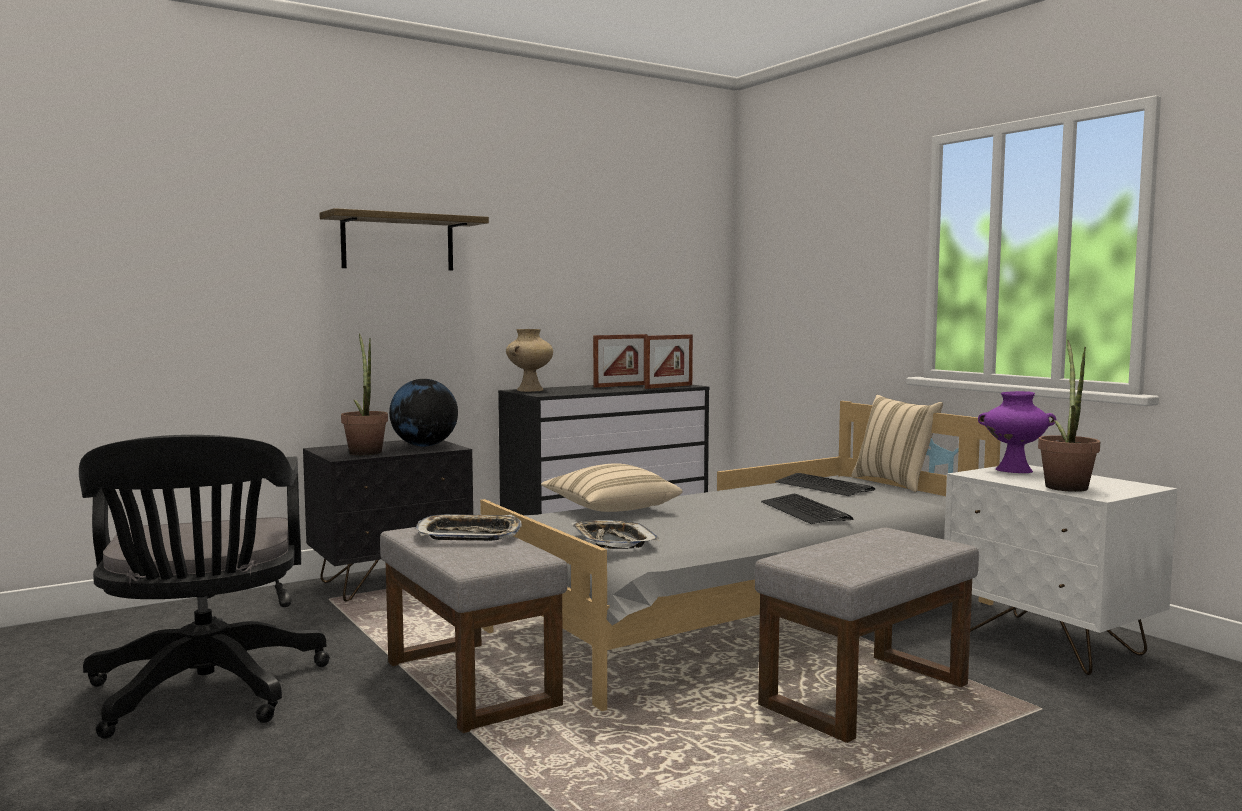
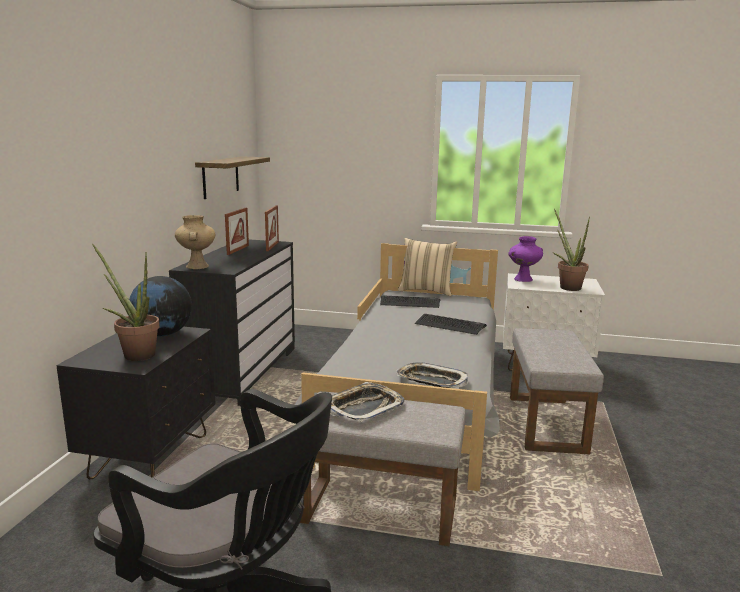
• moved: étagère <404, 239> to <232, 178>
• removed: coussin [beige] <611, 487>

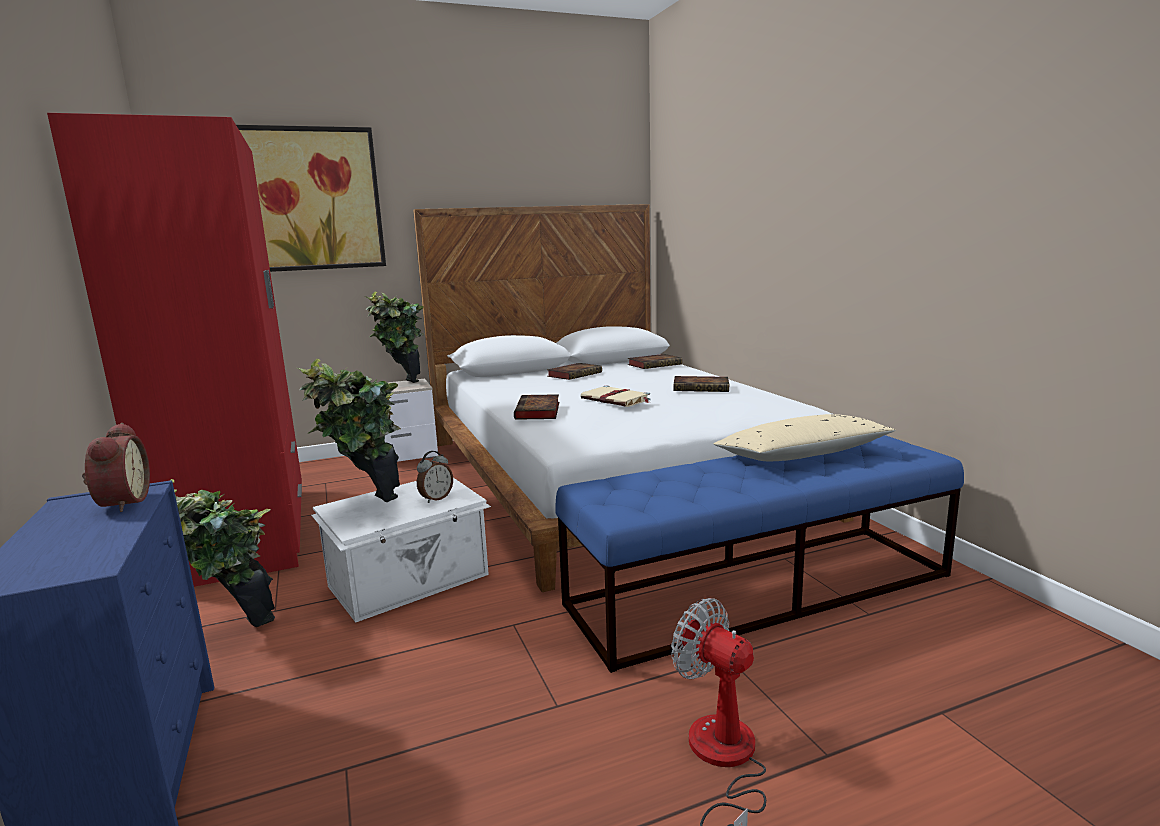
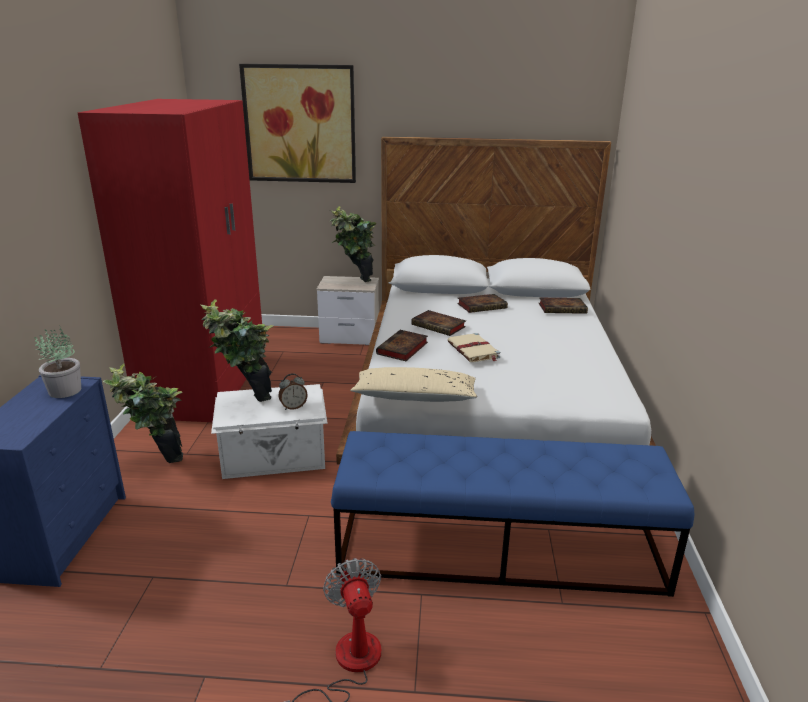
• replaced: réveil <116, 467> to plante en pot <57, 361>
• moved: livre <701, 384> to <438, 323>
• moved: coussin [beige] <805, 437> to <413, 384>

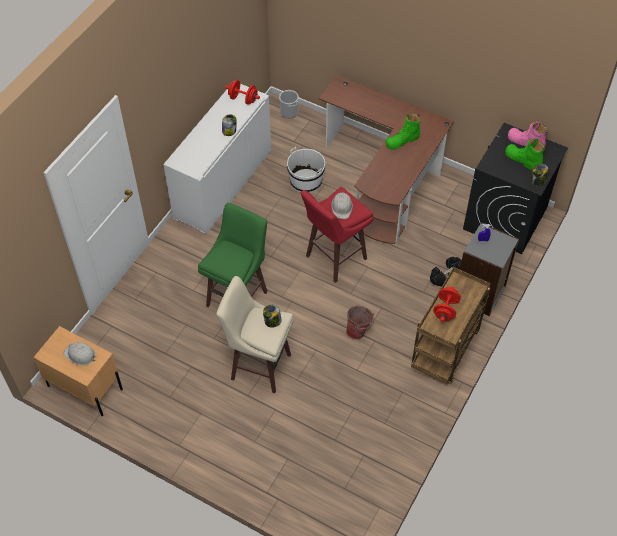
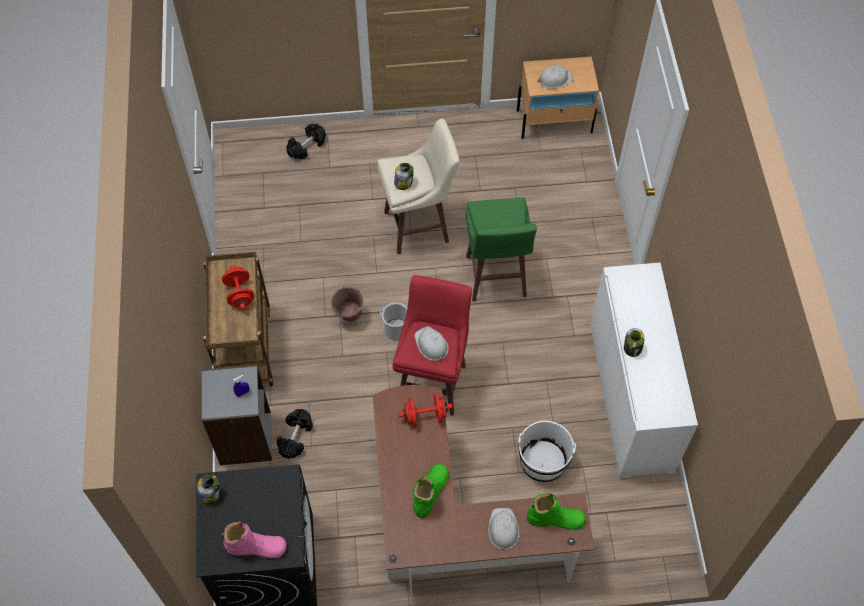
• moved: haltère [rouge] <243, 92> to <425, 410>
• moved: seau <289, 104> to <393, 322>
• moved: botte [vert] <525, 154> to <556, 511>
• added: haltère [noir] <306, 142>
• added: casque de chantier [blanc] <503, 529>

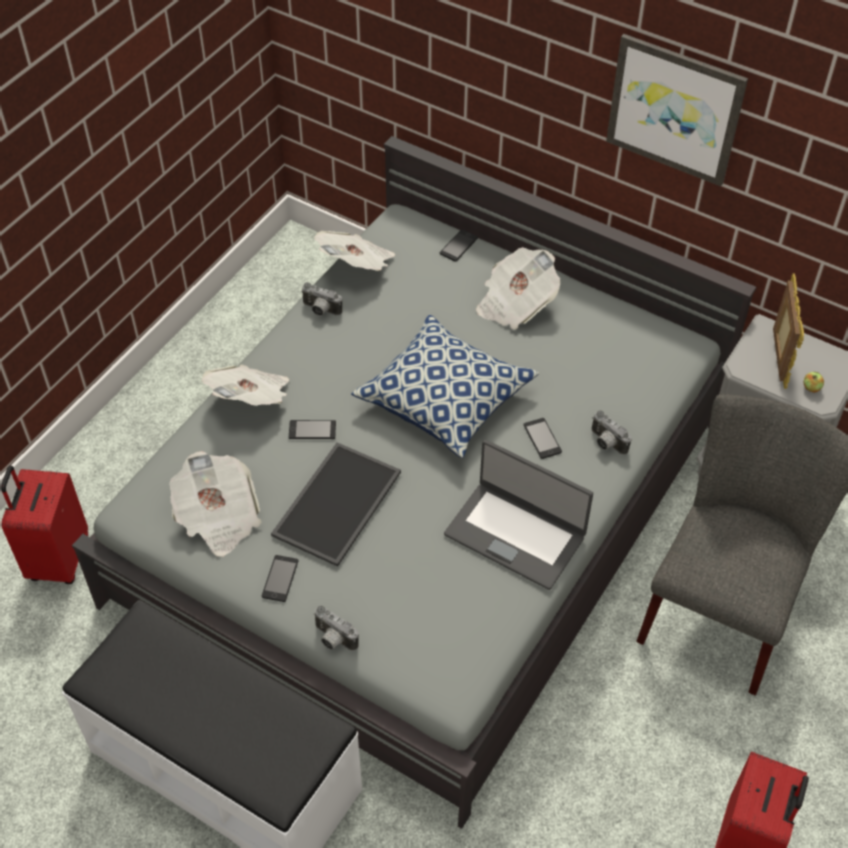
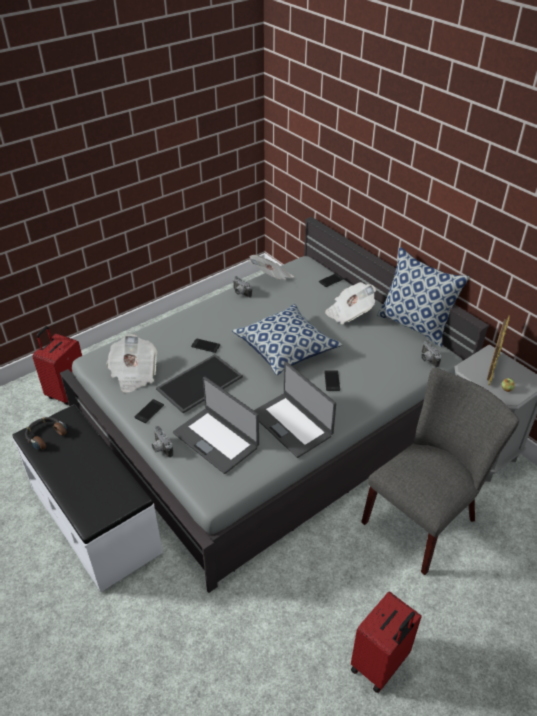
• removed: journal <245, 385>
• moved: appareil photo <611, 432> to <431, 354>
• removed: tableau <677, 110>
• added: casque audio <46, 433>
• added: ordinateur portable <216, 425>
• added: coussin <423, 297>

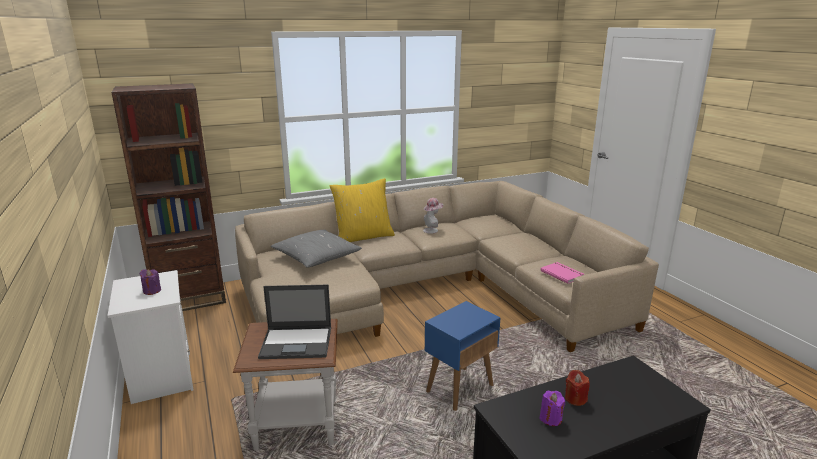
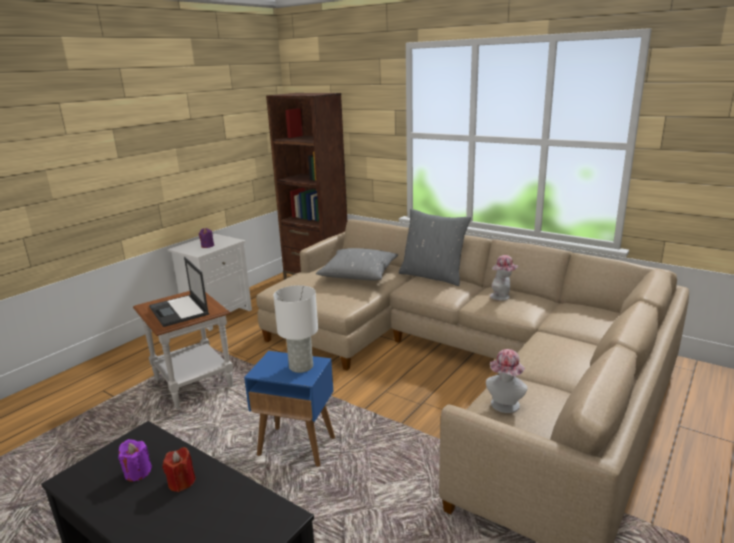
• recoloured: coussin [jaune] <362, 210> to coussin [gris] <435, 247>
• replaced: livre [rose] <562, 273> to chapeau <507, 381>
• added: lampe de table [blanc] <295, 329>

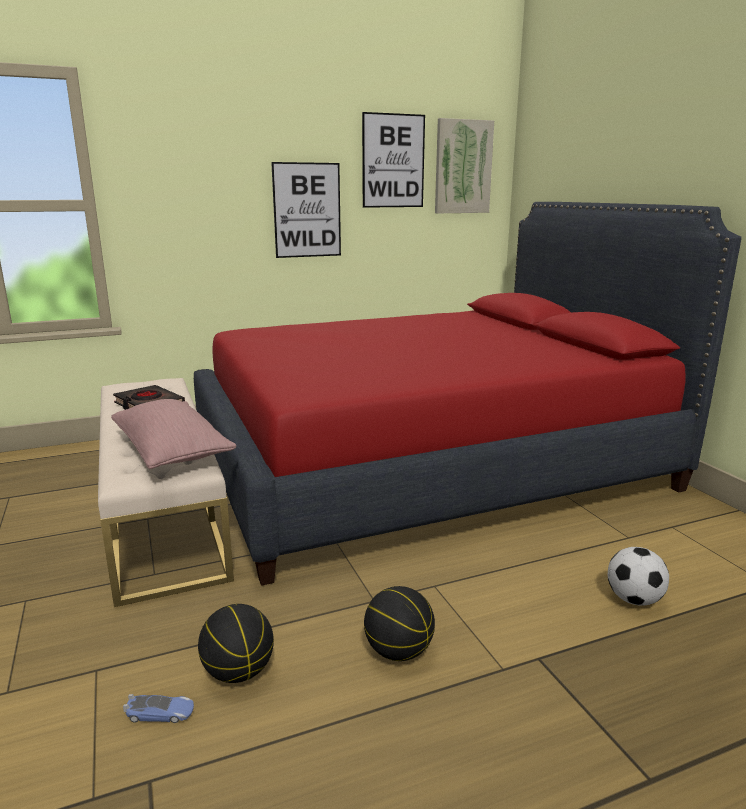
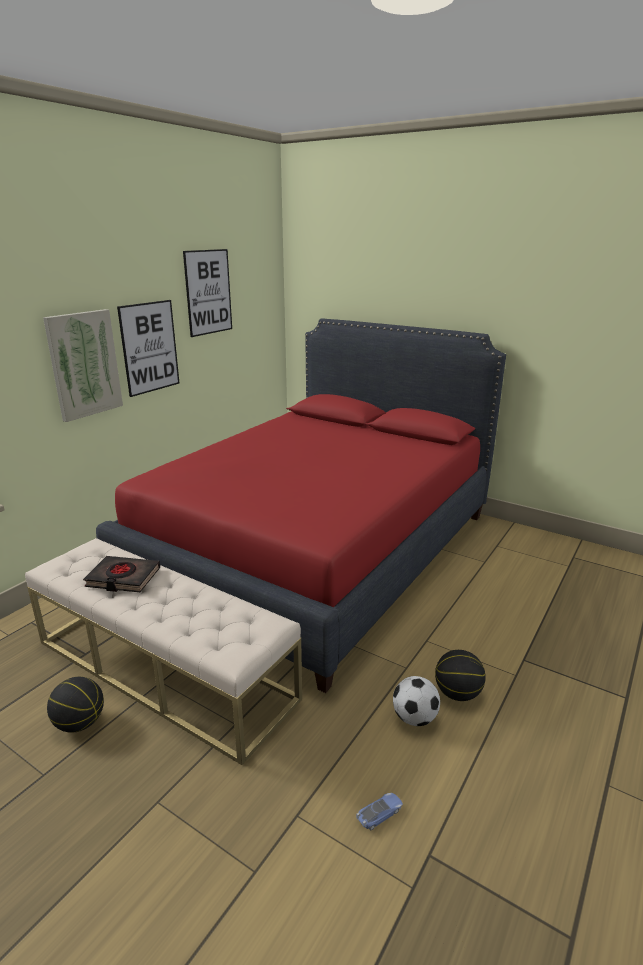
• removed: coussin [rose] <173, 434>
• moved: ballon de basket <236, 643> to <75, 704>
• moved: tableau <464, 165> to <83, 365>
• moved: ballon de foot <638, 576> to <416, 701>

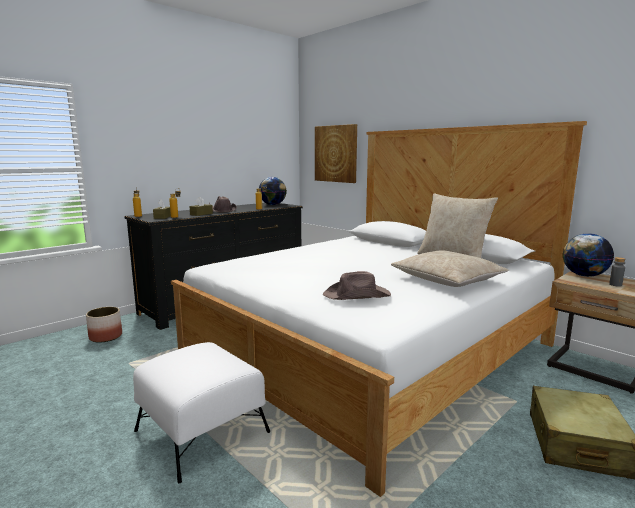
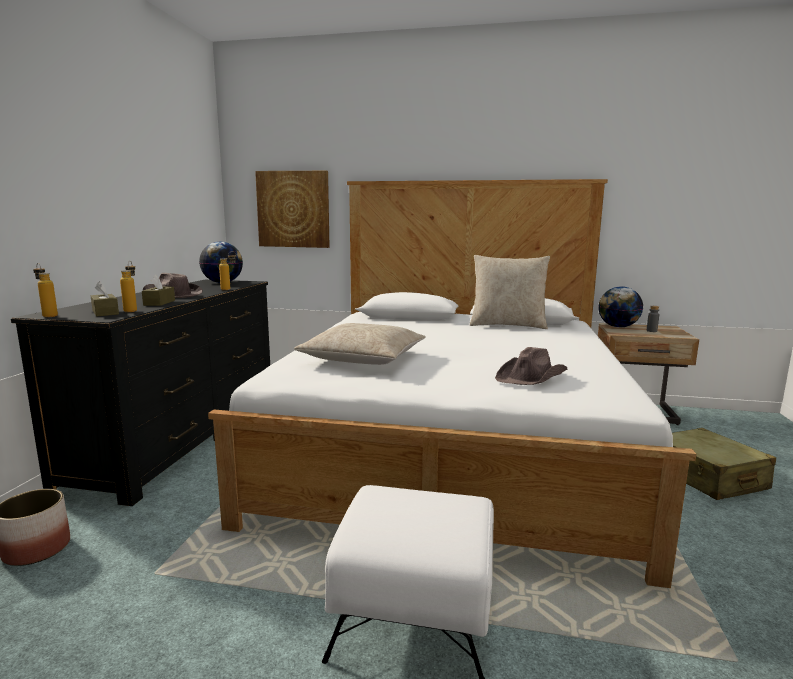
• moved: coussin [beige] <450, 268> to <360, 344>

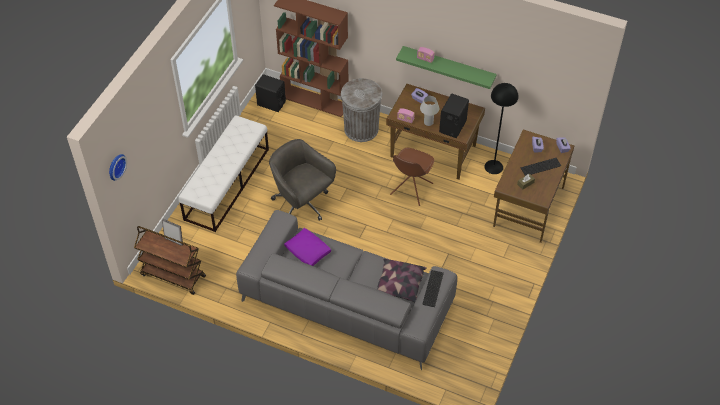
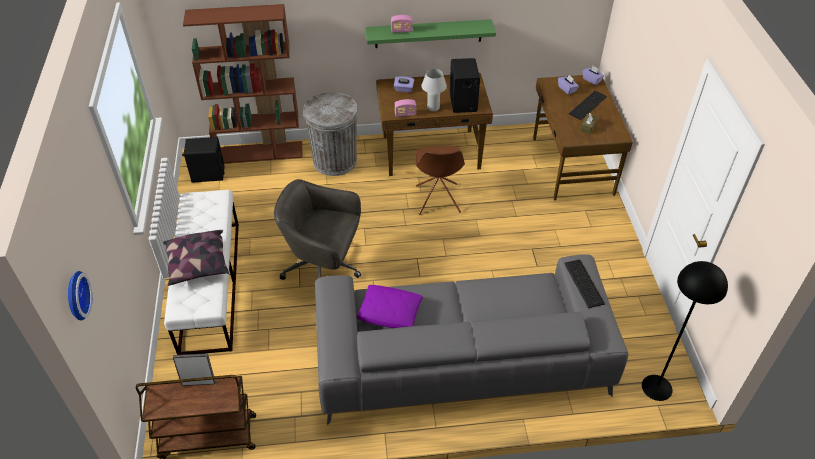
• moved: coussin <402, 280> to <196, 258>
• moved: lampadaire [noir] <501, 128> to <685, 331>

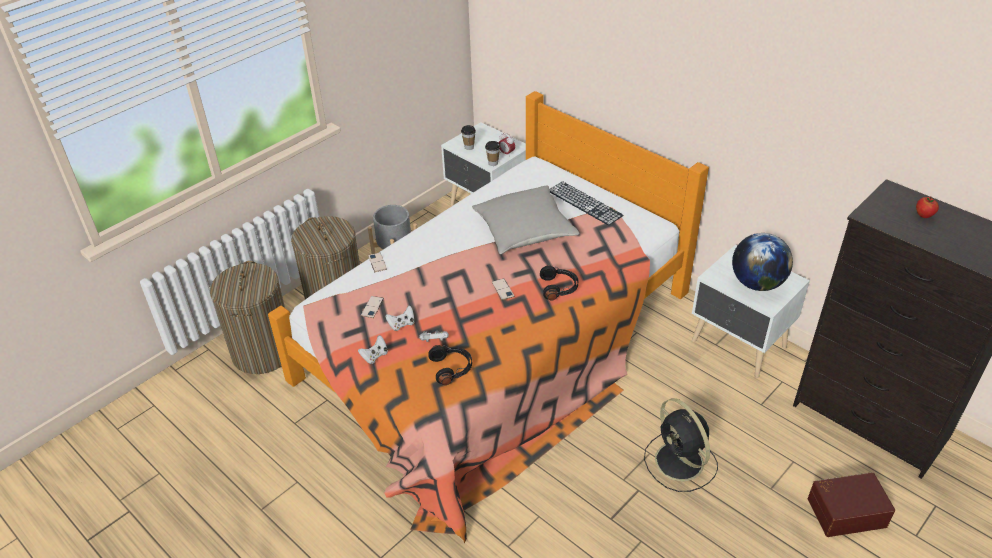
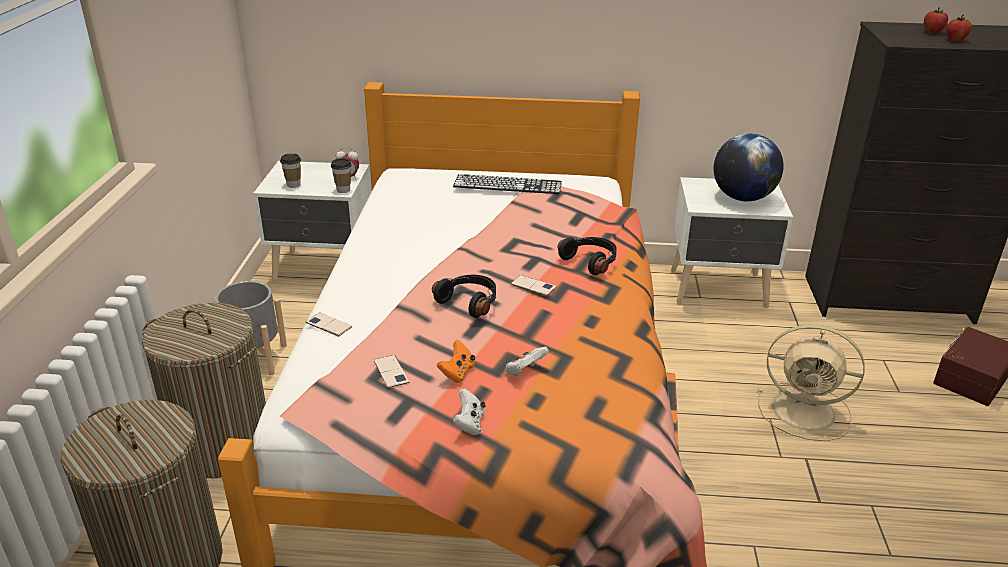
• recoloured: manette [blanc] <399, 318> to manette [orange] <456, 361>
• moved: casque audio [noir] <450, 365> to <464, 296>
• removed: coussin [gris] <526, 220>
• recoloured: ventilateur [noir] <681, 445> to ventilateur [beige] <811, 382>
• added: pomme <959, 28>

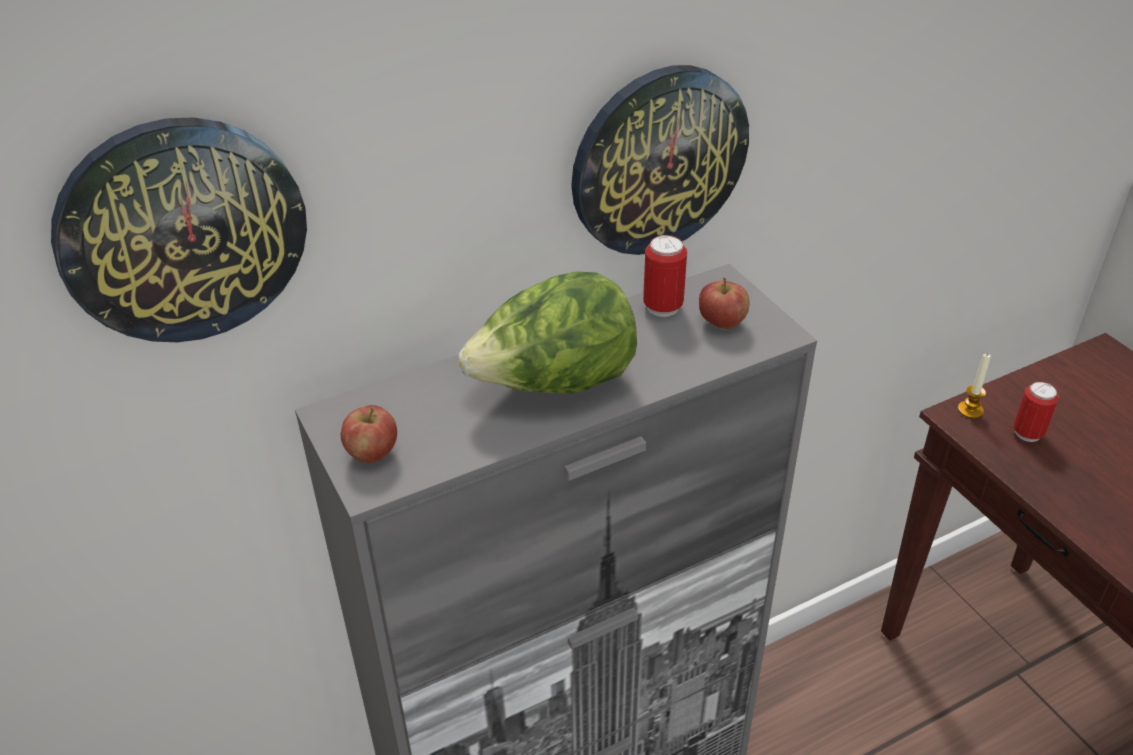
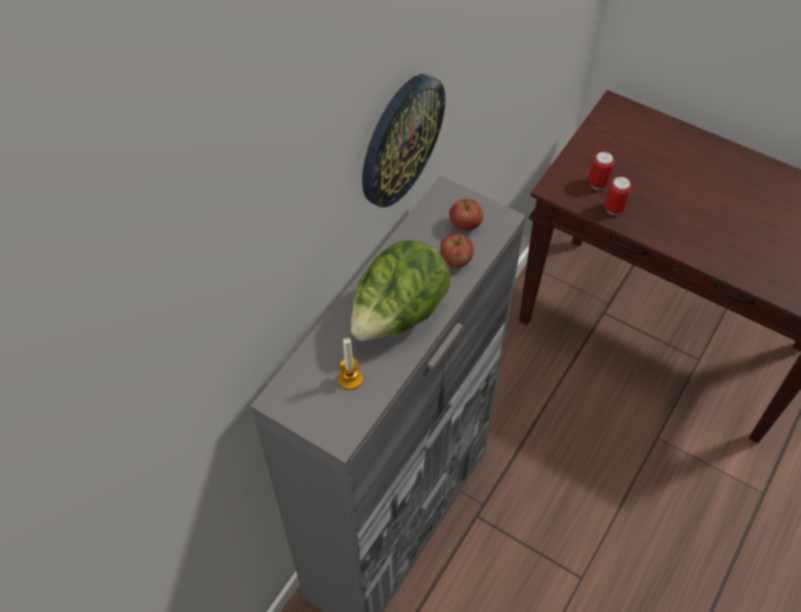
• removed: horloge murale <179, 229>
• moved: pomme <368, 434> to <457, 250>
• moved: boîte métallique <665, 276> to <618, 195>
• moved: bougie <974, 386> to <350, 364>

